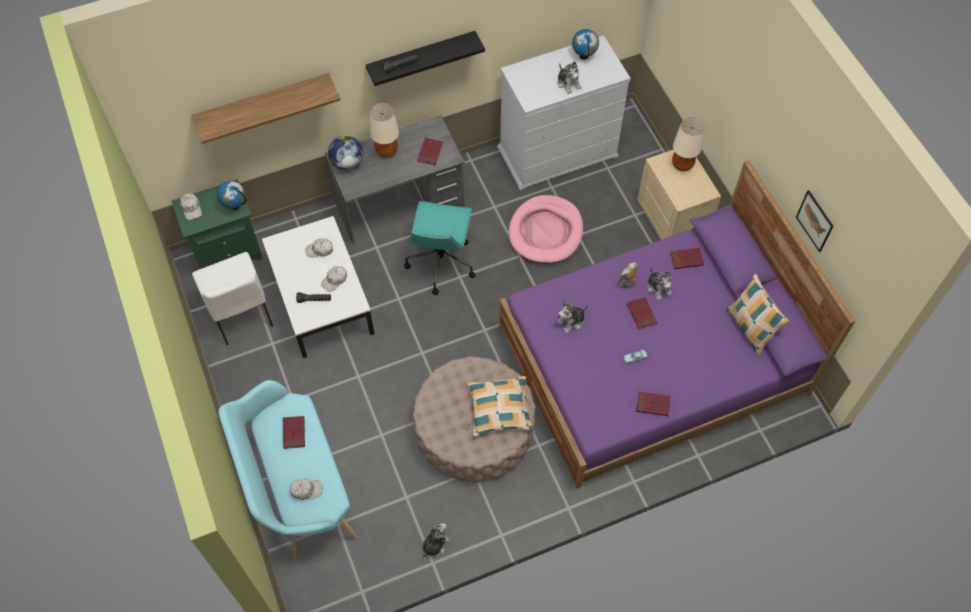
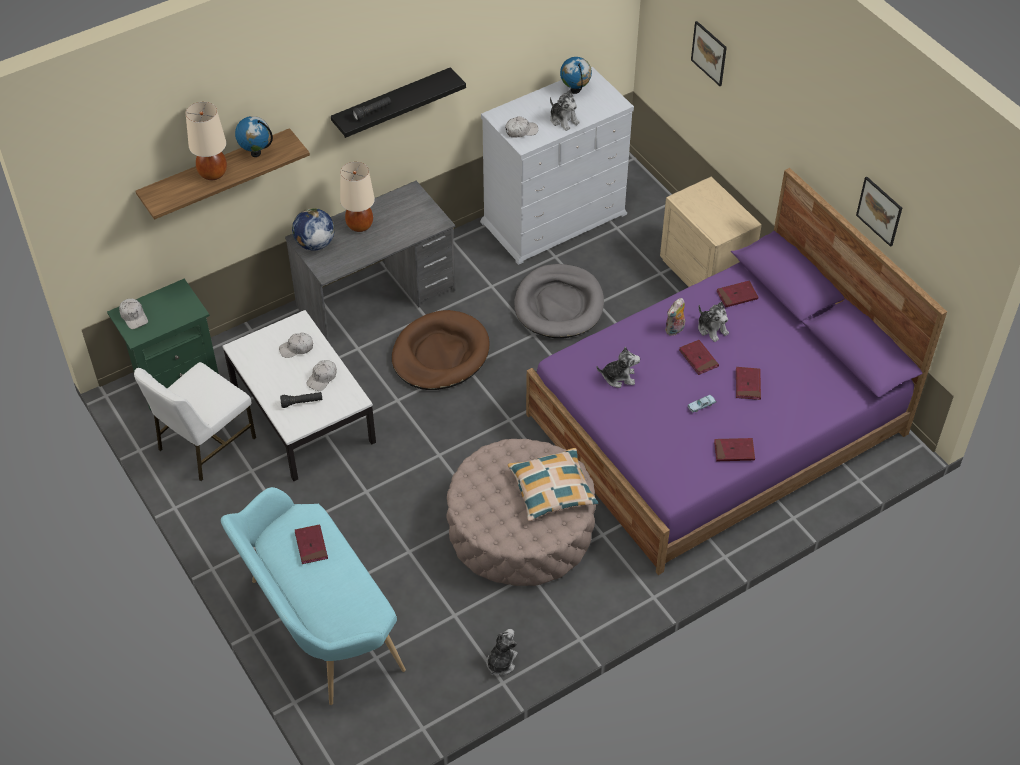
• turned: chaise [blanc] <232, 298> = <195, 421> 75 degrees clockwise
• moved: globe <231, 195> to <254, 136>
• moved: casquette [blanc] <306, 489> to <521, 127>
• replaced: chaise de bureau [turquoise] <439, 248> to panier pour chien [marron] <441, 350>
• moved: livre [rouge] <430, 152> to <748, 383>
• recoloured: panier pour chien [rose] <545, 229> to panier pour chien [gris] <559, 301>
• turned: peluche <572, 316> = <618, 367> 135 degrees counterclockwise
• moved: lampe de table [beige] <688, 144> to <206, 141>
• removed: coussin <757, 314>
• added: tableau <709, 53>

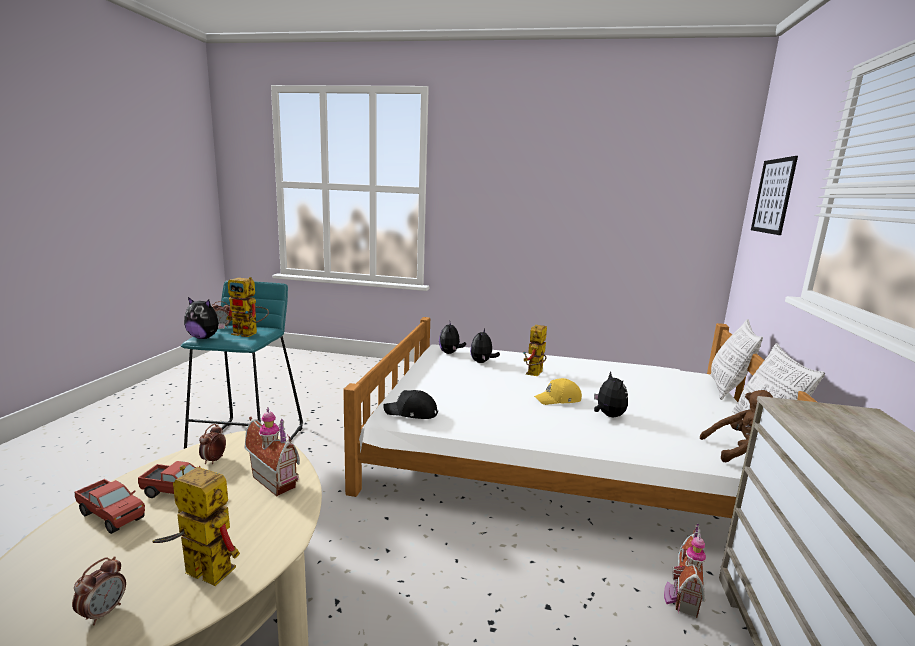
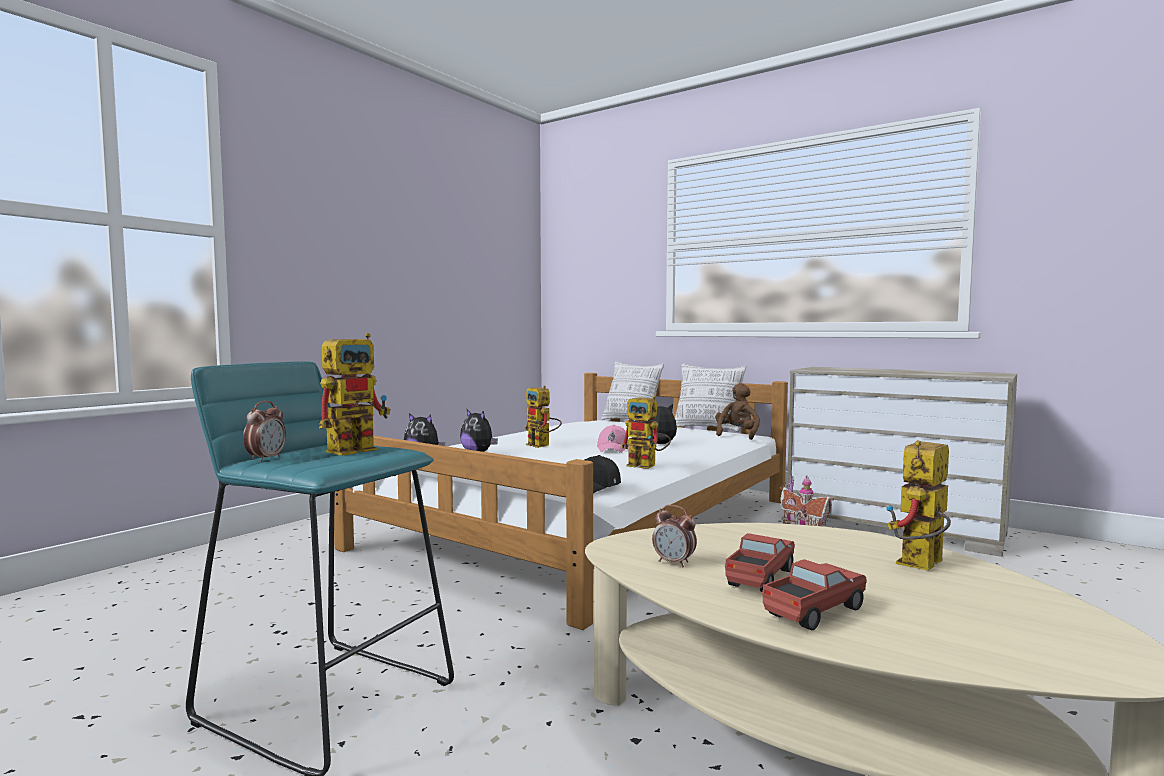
• removed: réveil <99, 591>
• removed: peluche <204, 318>
• removed: maison miniature <272, 451>
• recoloured: casquette [jaune] <558, 391> to casquette [rose] <613, 439>
• removed: tableau <774, 195>
• added: robot jouet <646, 432>

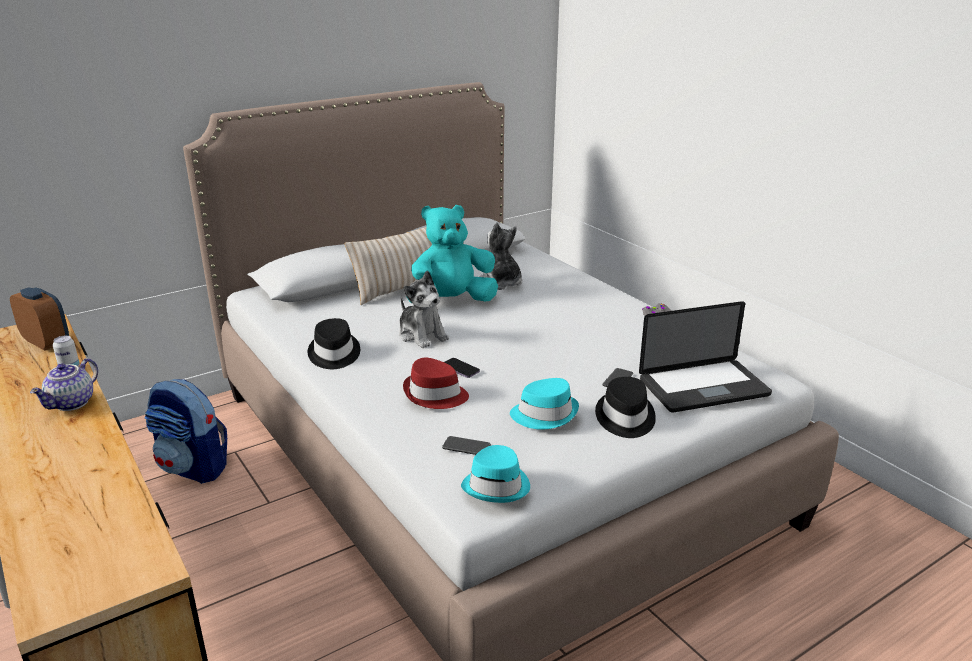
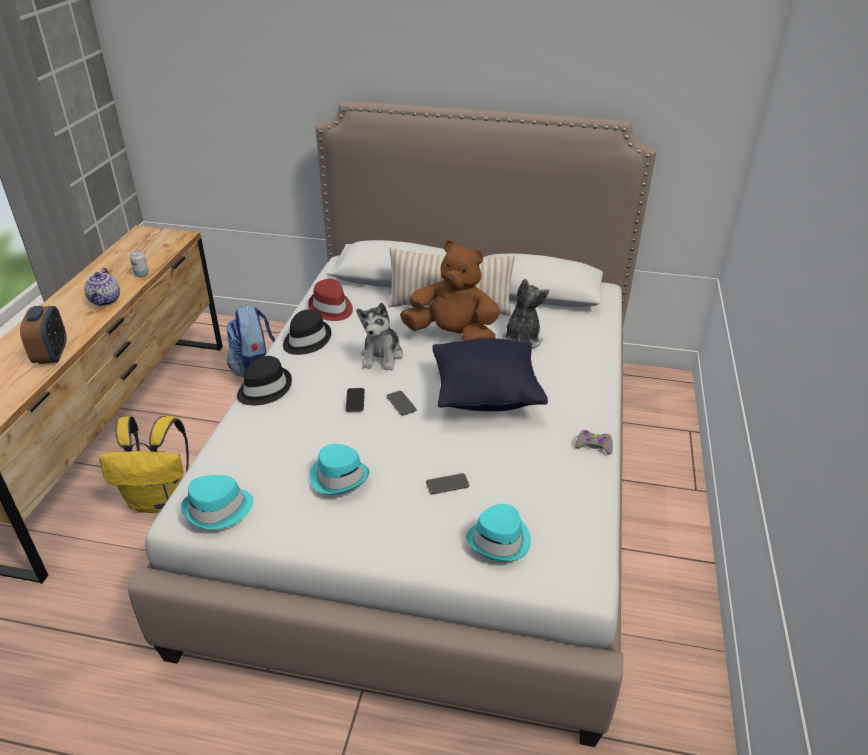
• moved: réveil <39, 318> to <43, 335>
• turned: théière <64, 384> = <102, 287> 75 degrees counterclockwise
• moved: chapeau [rouge] <436, 383> to <330, 300>
• recoloured: peluche [turquoise] <452, 254> to peluche [marron] <450, 290>
• moved: téléphone <466, 445> to <402, 403>
• moved: chapeau [noir] <625, 407> to <264, 380>
• replaced: ordinateur portable <705, 357> to chapeau [turquoise] <498, 533>
• added: sac à dos [jaune] <144, 464>
• added: coussin [noir] <490, 374>

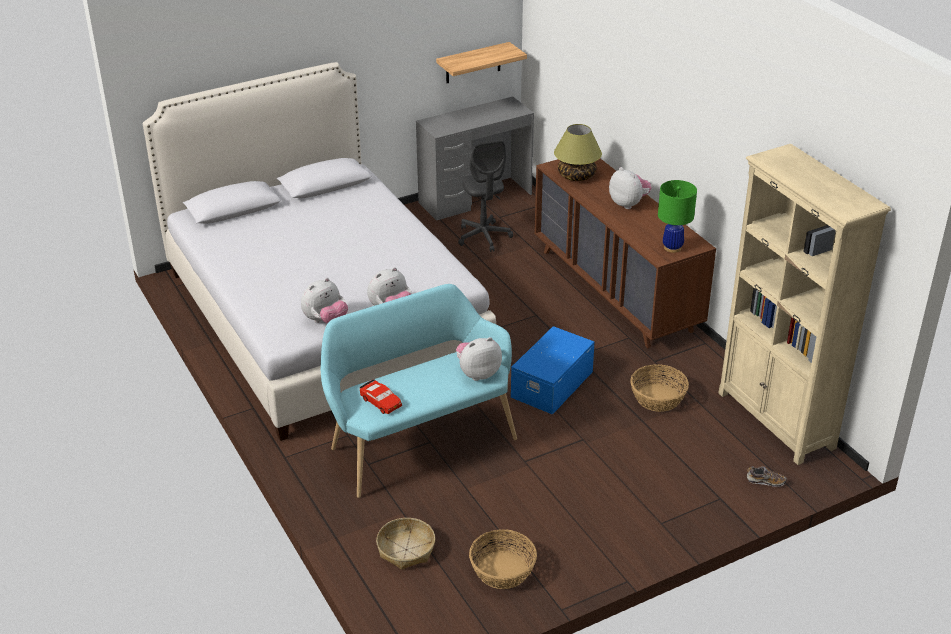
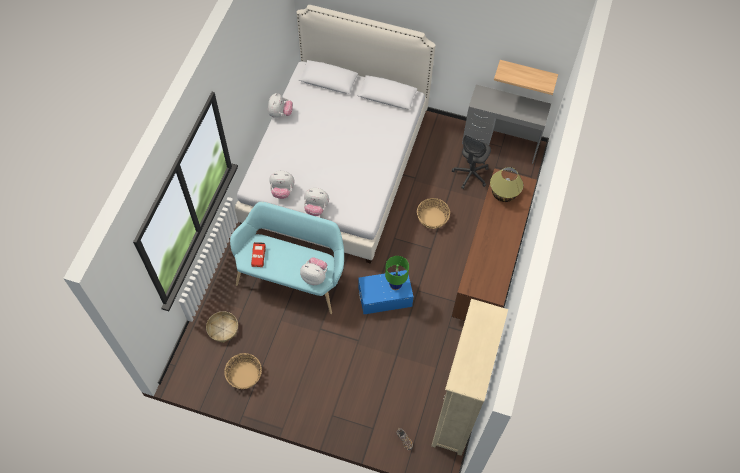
• moved: peluche <630, 188> to <280, 105>
• moved: panier <659, 388> to <433, 213>
• moved: lampe de table [vert] <677, 216> to <397, 273>

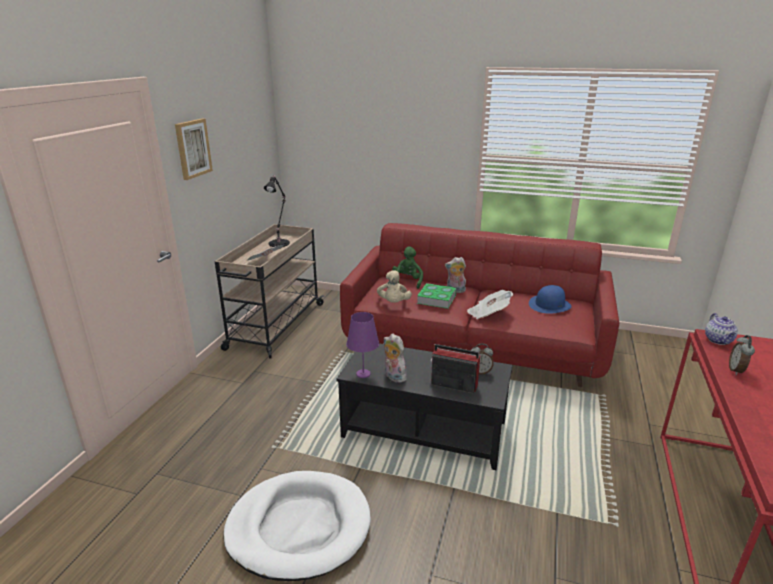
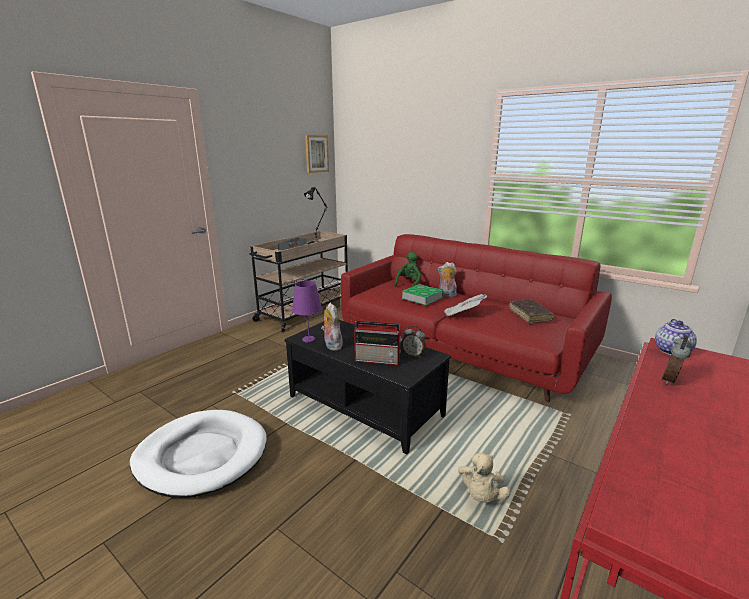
• moved: tableau <194, 149> to <317, 154>
• moved: peluche [beige] <394, 286> to <484, 478>
• turned: radio <455, 368> = <378, 343> 150 degrees clockwise
• replaced: chapeau [bleu] <550, 299> to livre [marron] <531, 311>

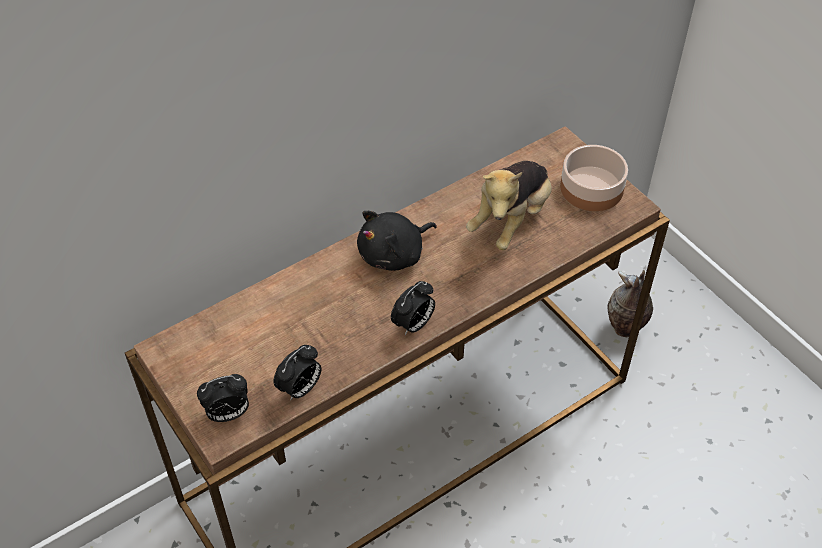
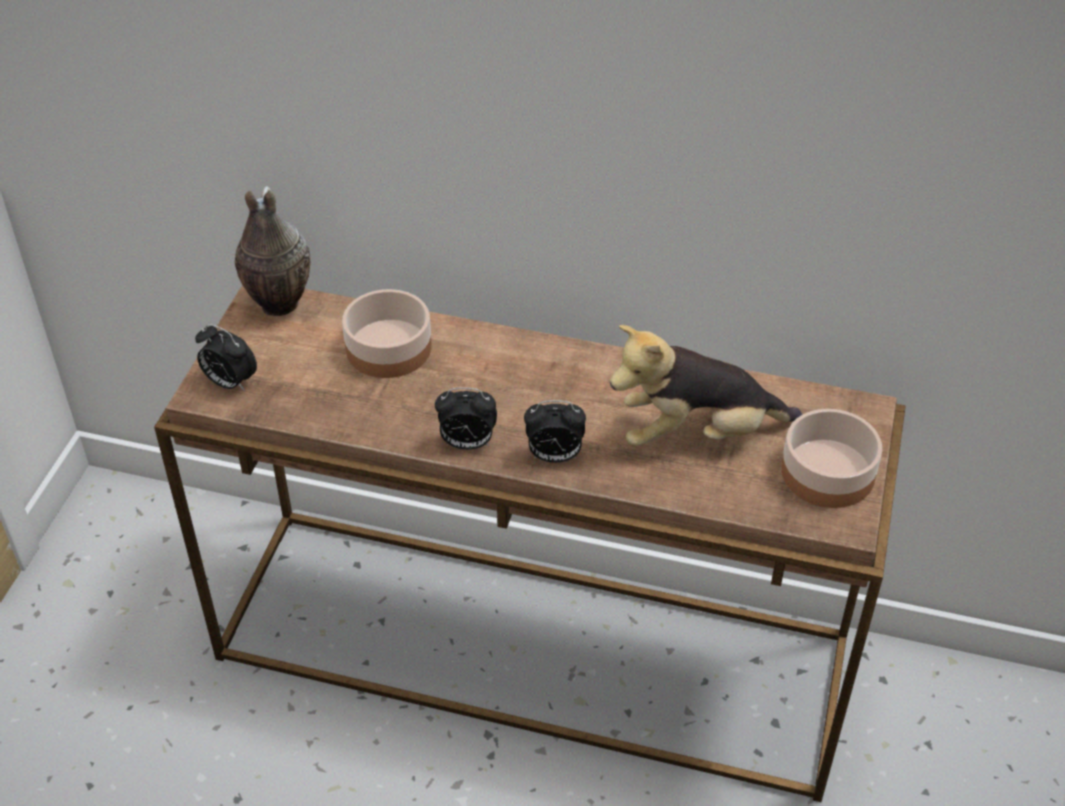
• moved: réveil <297, 373> to <555, 431>
• removed: peluche [noir] <397, 241>
• moved: vase <630, 303> to <272, 251>
• added: bol <386, 333>

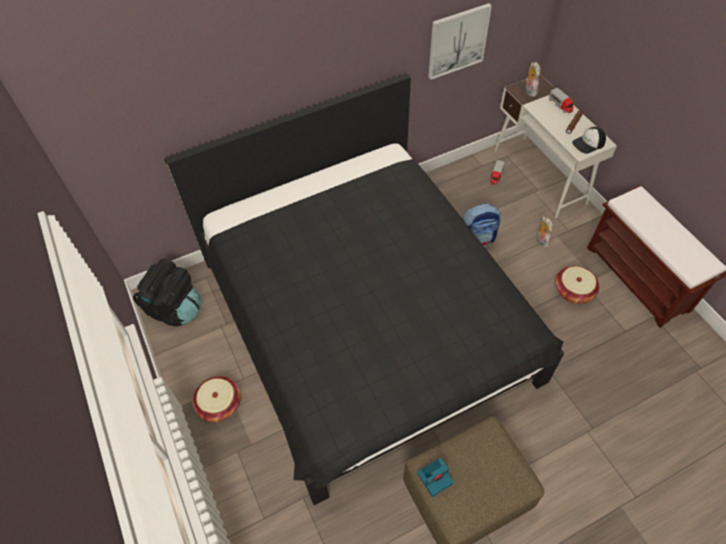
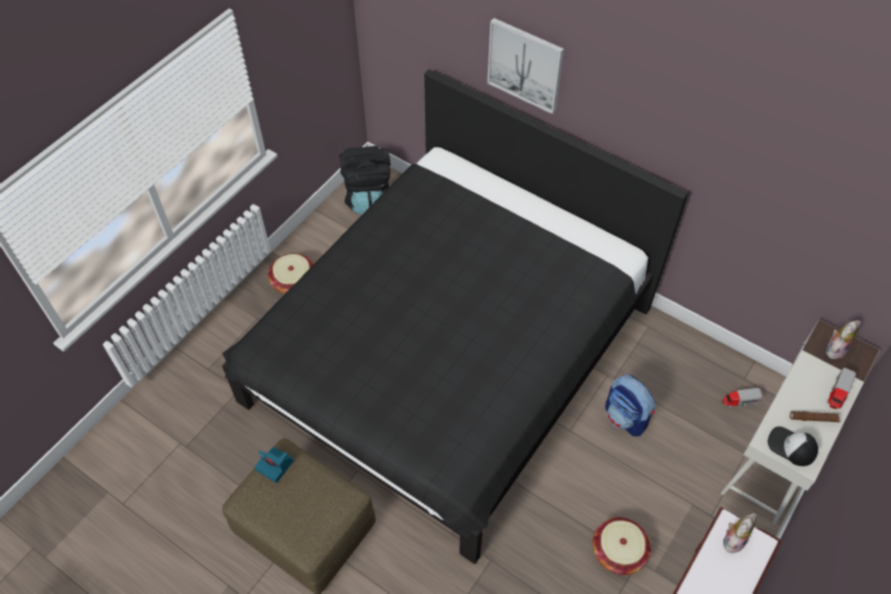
• moved: tableau <460, 41> to <525, 66>
• moved: peluche <545, 231> to <740, 533>

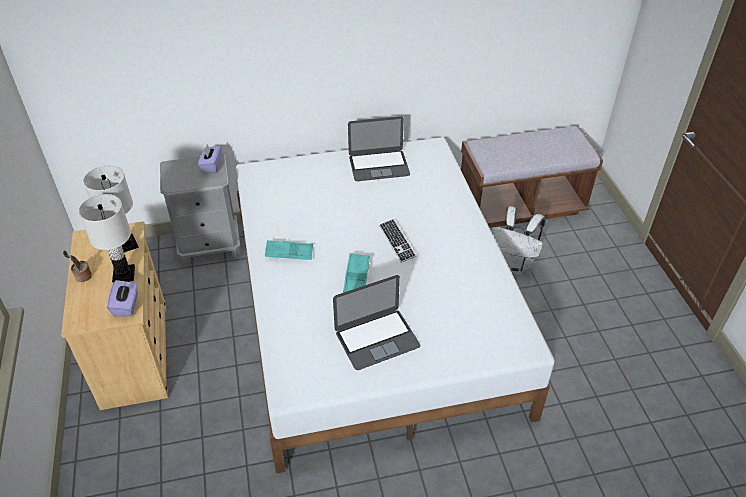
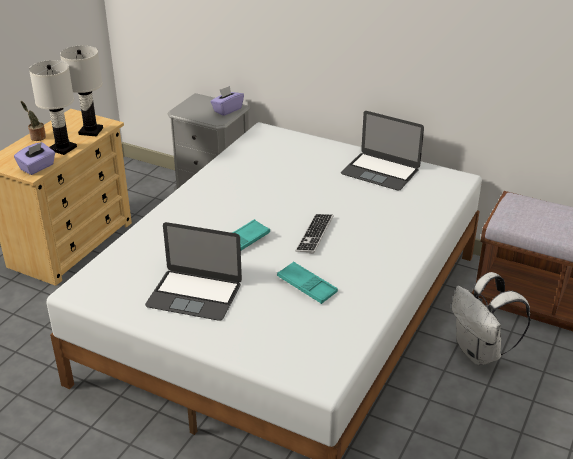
• moved: plateau [turquoise] <289, 250> to <307, 282>

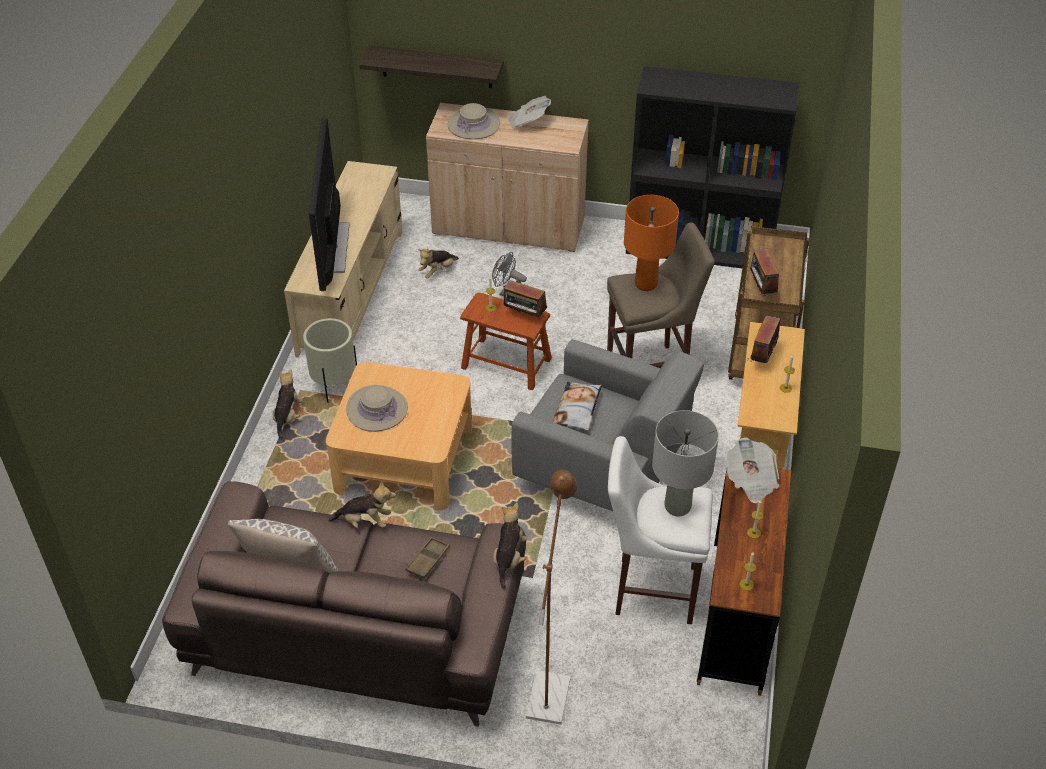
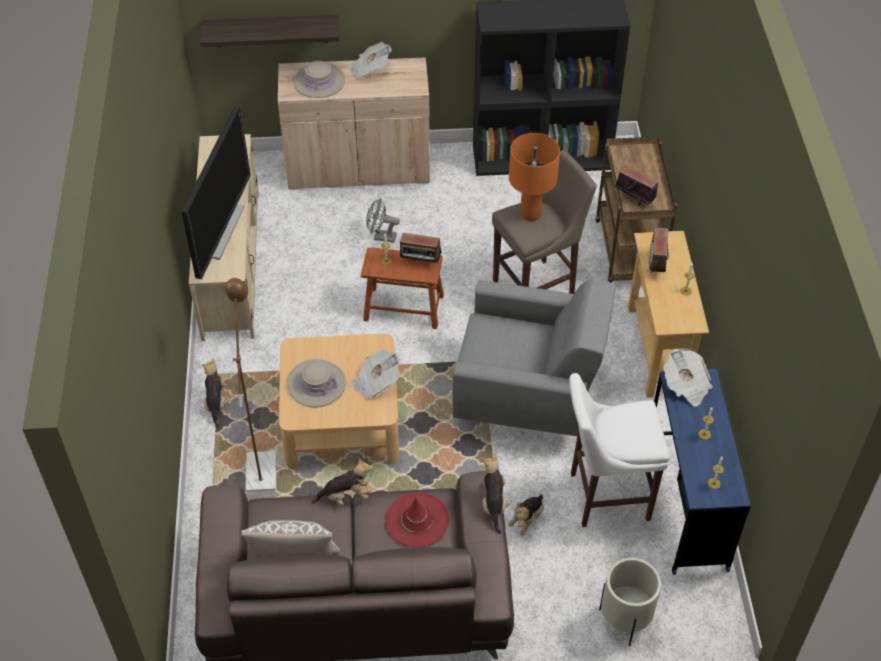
• moved: cache-pot [beige] <330, 360> to <630, 602>
• turned: téléviseur <329, 205> = <216, 192> 150 degrees counterclockwise
• replaced: plateau [marron] <428, 558> to chapeau [rouge] <417, 519>
• moved: peluche <438, 264> to <526, 515>
• moved: lampadaire [marron] <551, 597> to <251, 385>
• removed: coussin <577, 406>
• removed: lampe de table [gris] <685, 463>
• recoloured: bureau [marron] <744, 582> to bureau [bleu] <702, 472>
• turned: radio <764, 272> = <636, 186> 150 degrees clockwise
• added: journal <375, 374>

